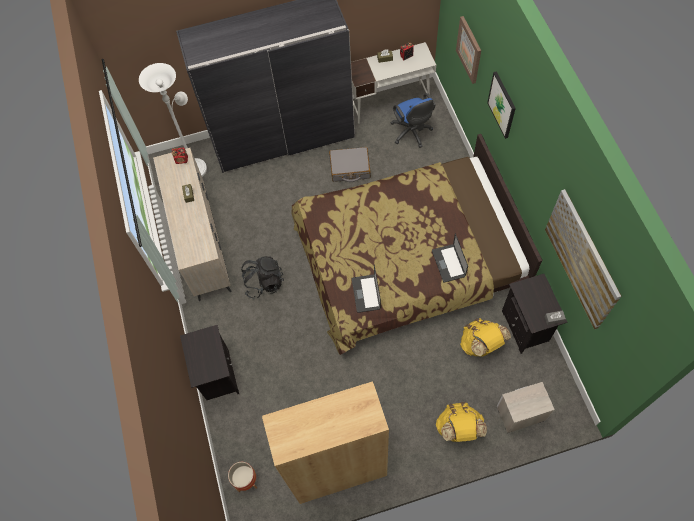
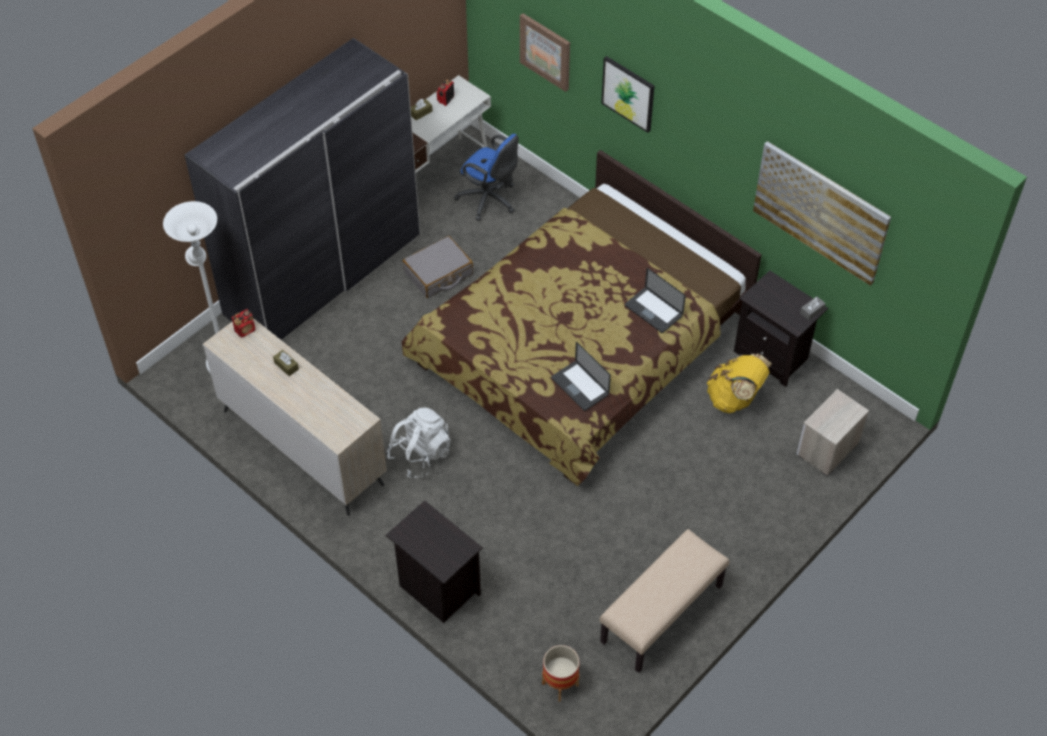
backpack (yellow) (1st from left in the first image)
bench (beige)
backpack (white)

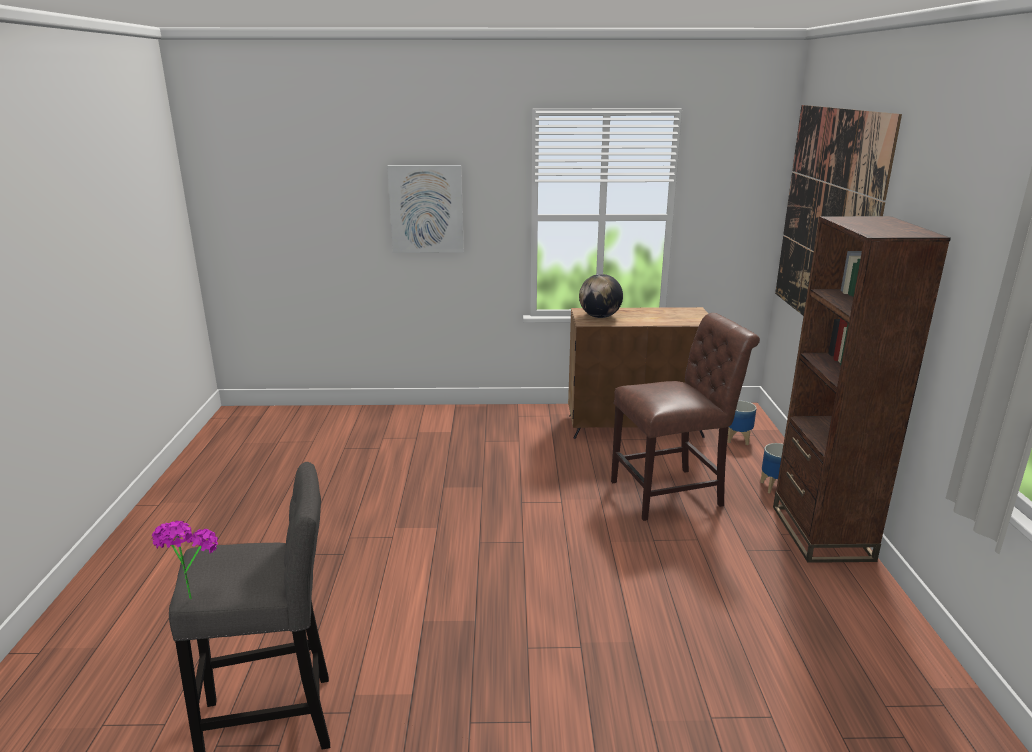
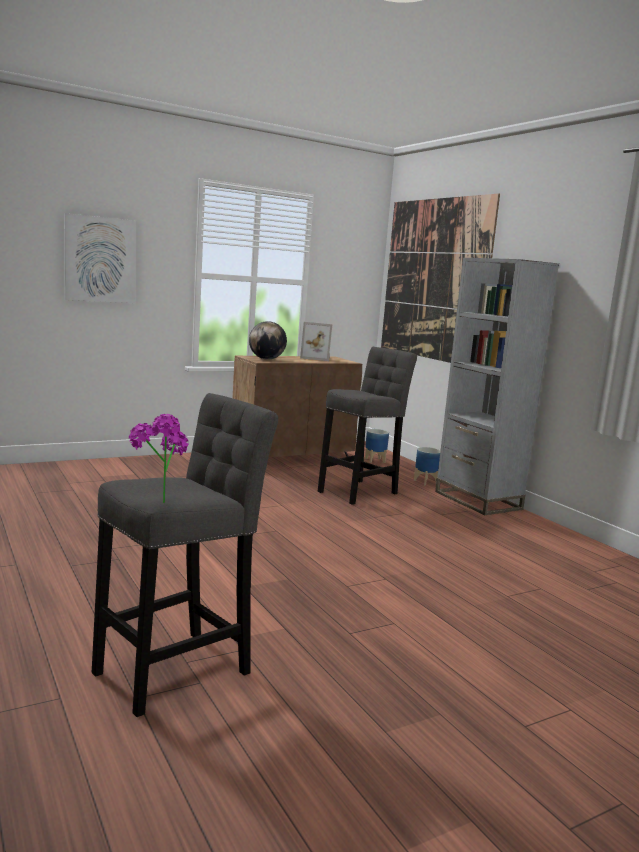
picture frame
stool (grey) (2nd from left)
bookcase (grey)

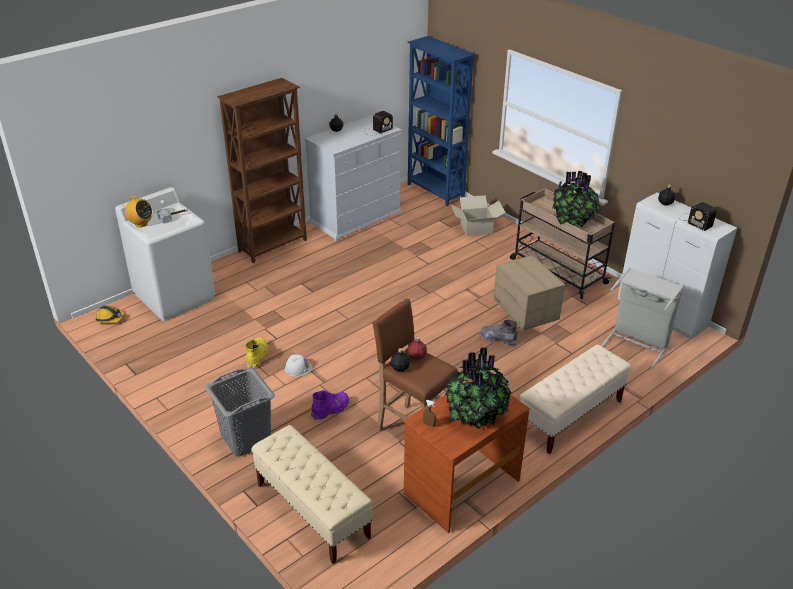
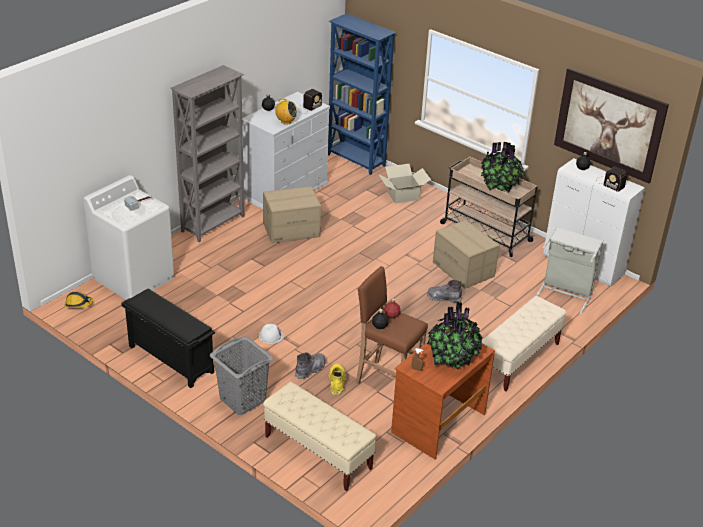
shoe rack (black)
cardboard box (1st from left)
picture
radio (1st from left)
boot (yellow)
bookcase (grey)
boot (grey) (1st from left)

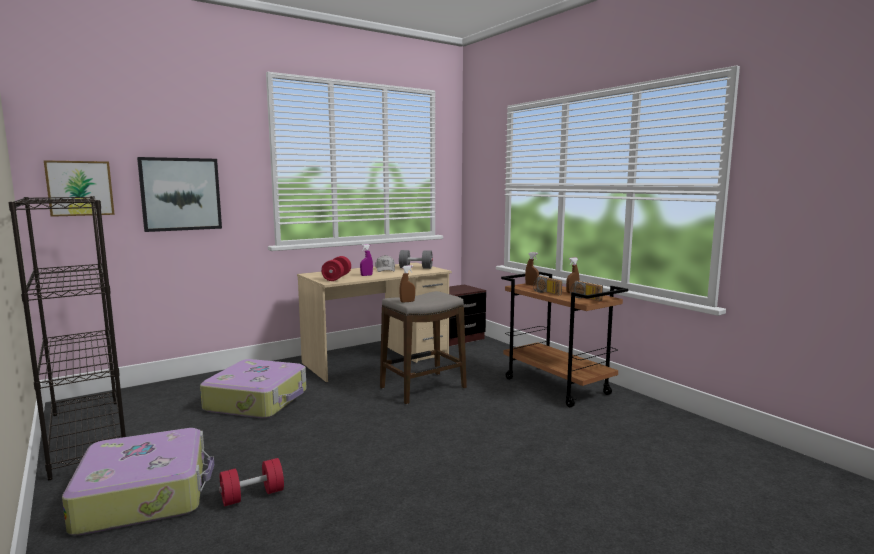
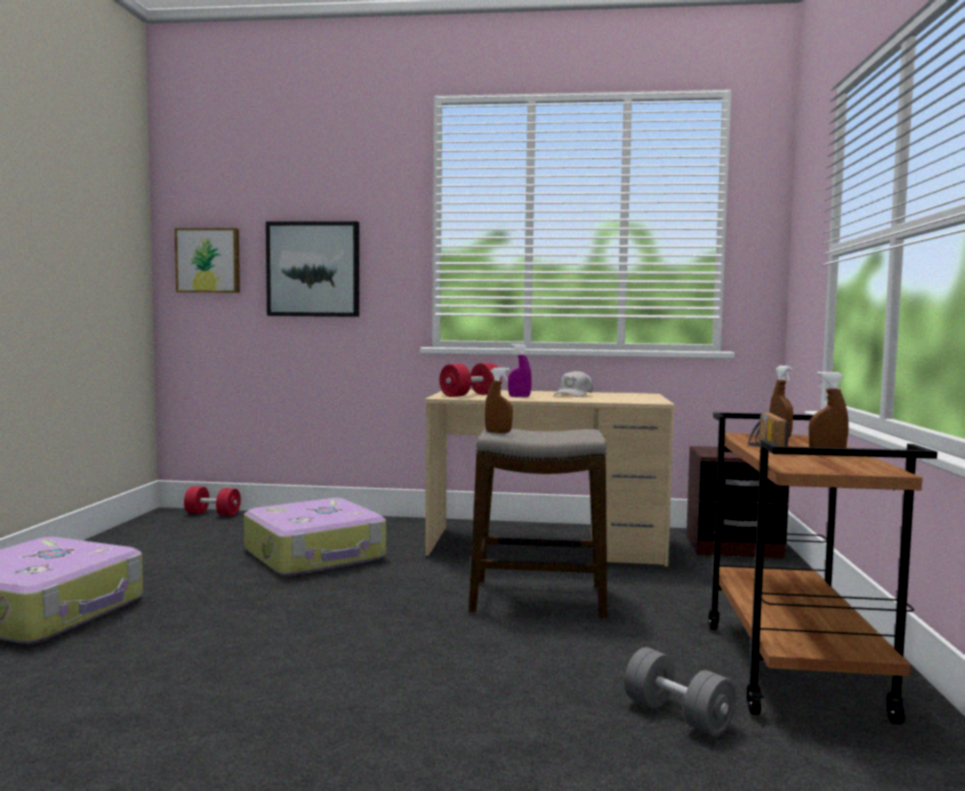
bookcase (black)
radio (2nd from left in the first image)
dumbbell (red) (1st from left)
dumbbell (grey)

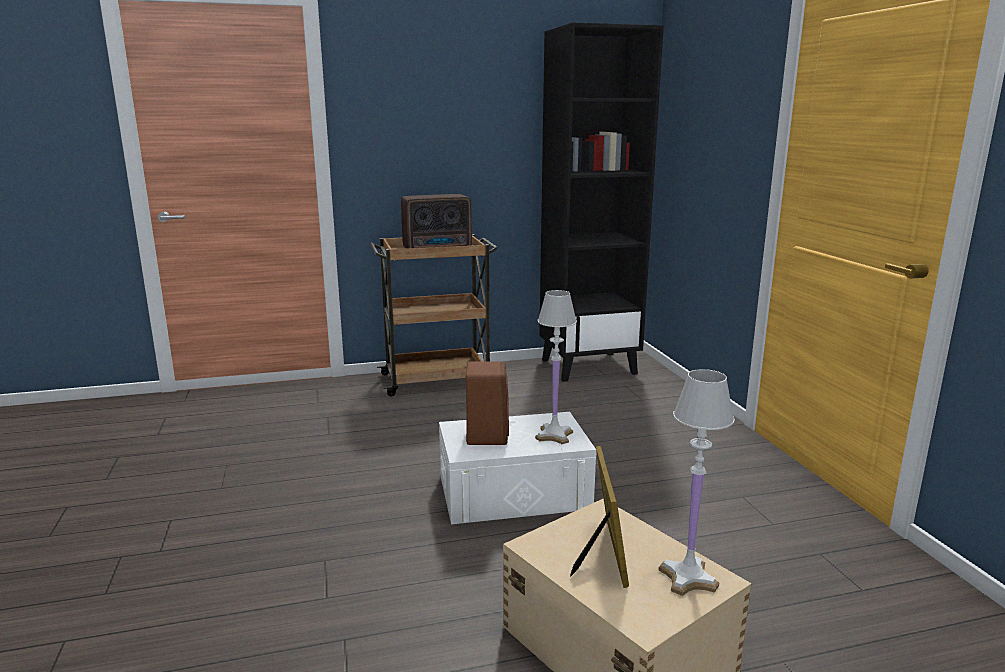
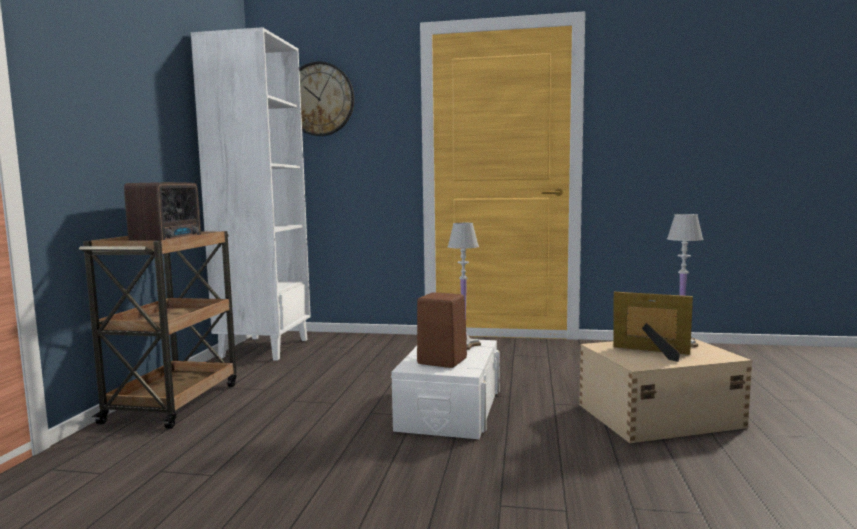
wall clock
bookcase (white)

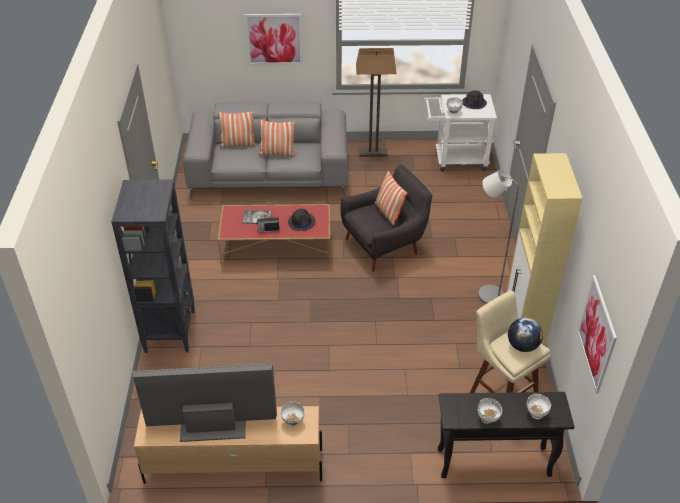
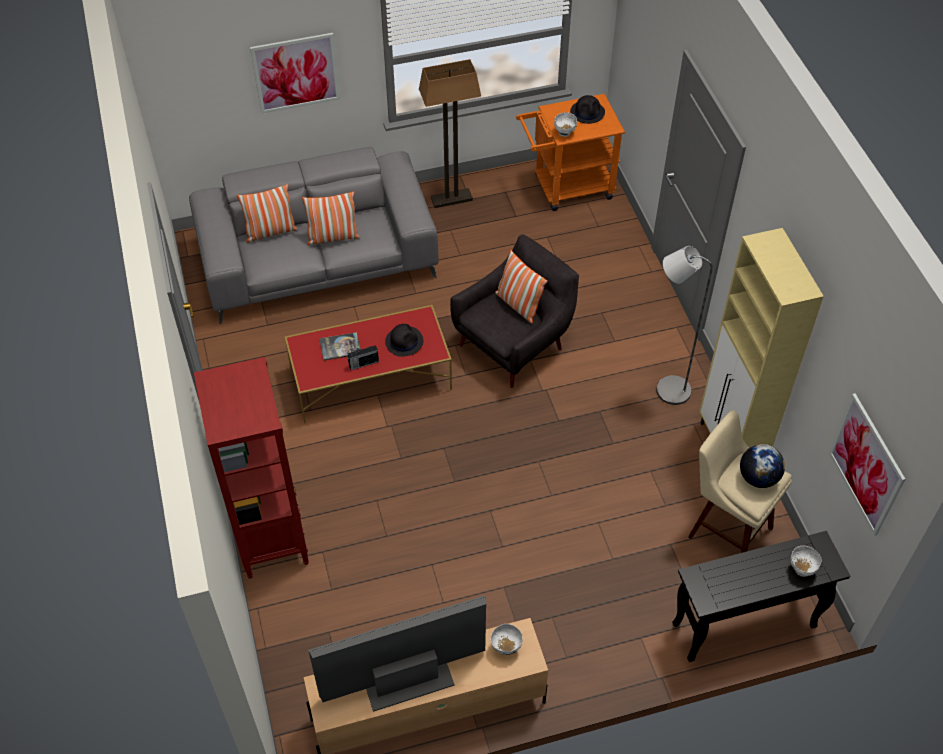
bowl (white) (3rd from left in the first image)
bookcase (red)
cart (orange)

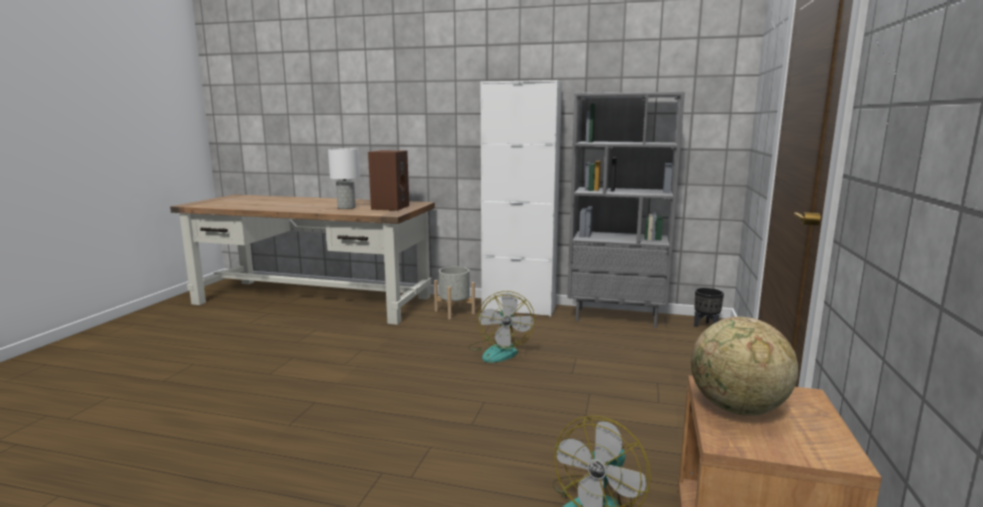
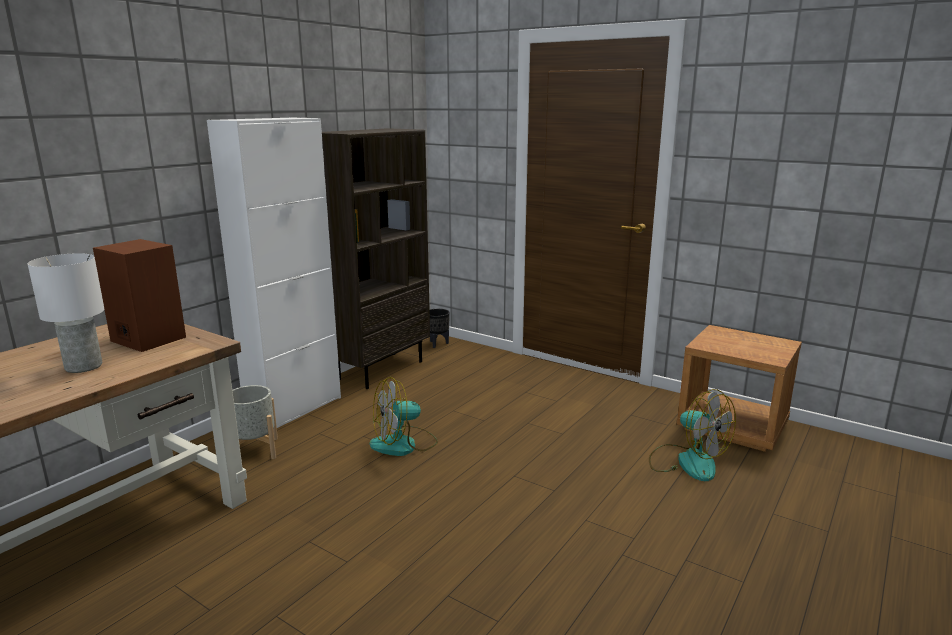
globe
bookcase (brown)
fan (1st from left)

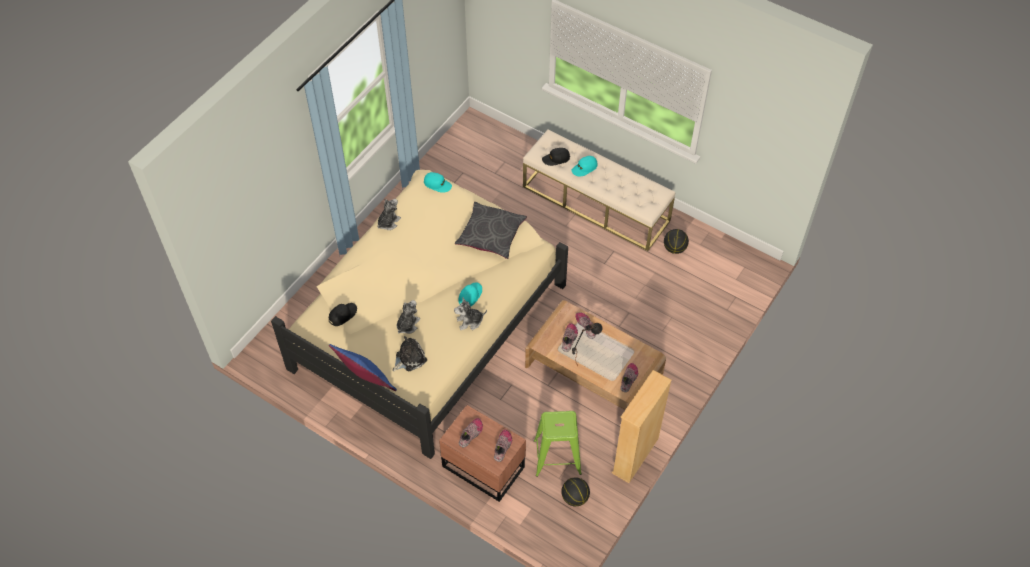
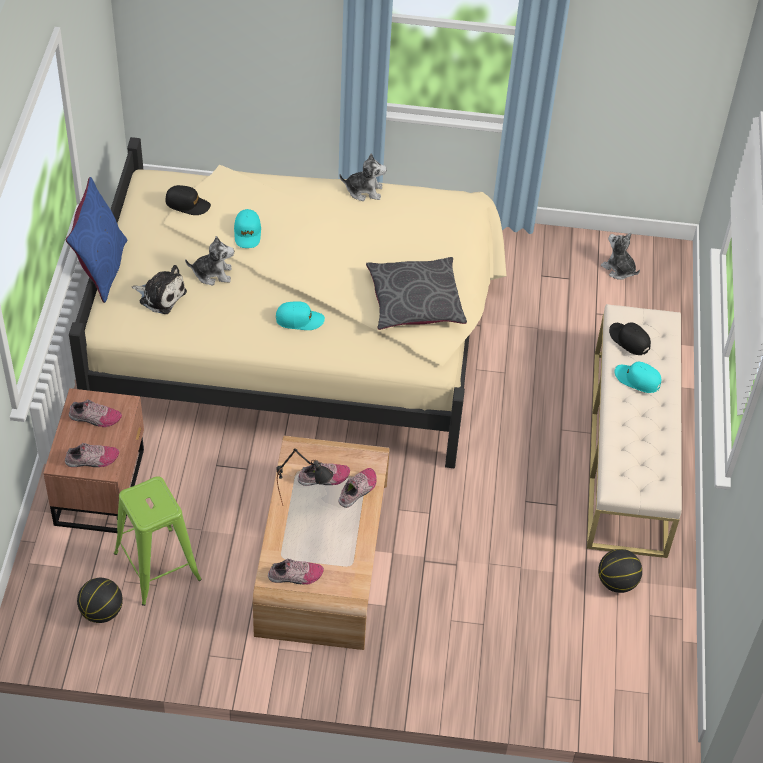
bookcase (beige)
cap (turquoise) (1st from left)
plush toy (4th from left)

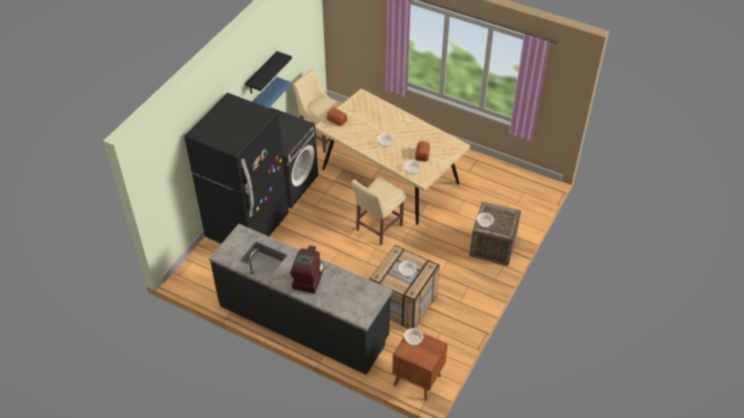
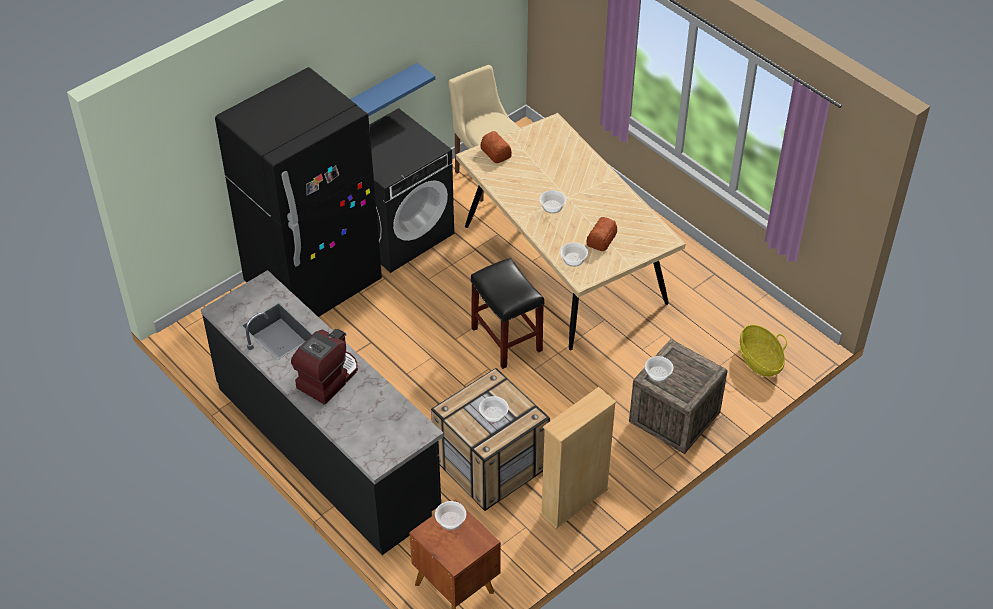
shelf (black)
bookcase (beige)
basket
stool (black)

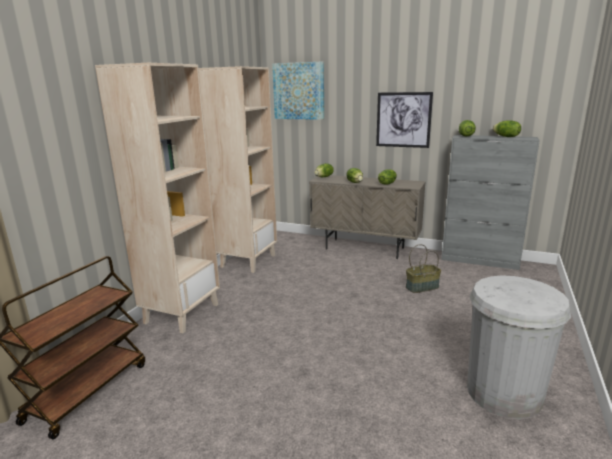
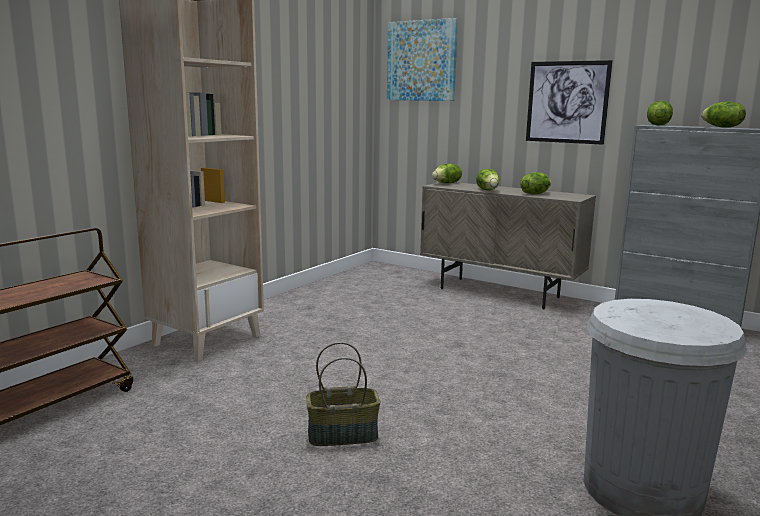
bookcase (beige) (2nd from left in the first image)
basket

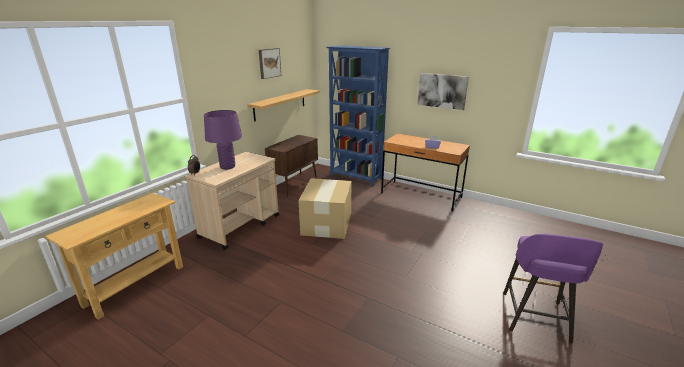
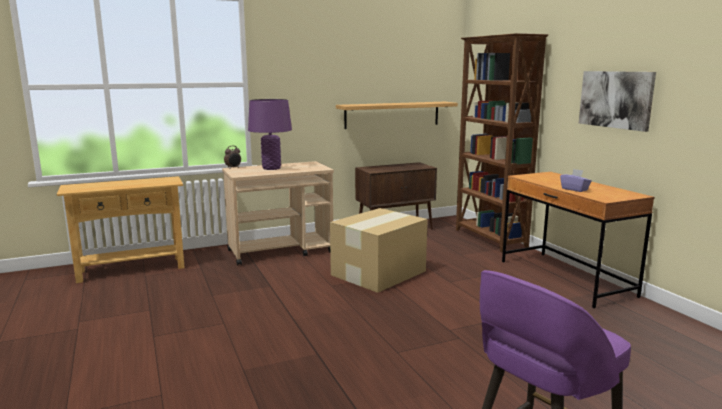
picture (1st from left in the first image)
bookcase (brown)

